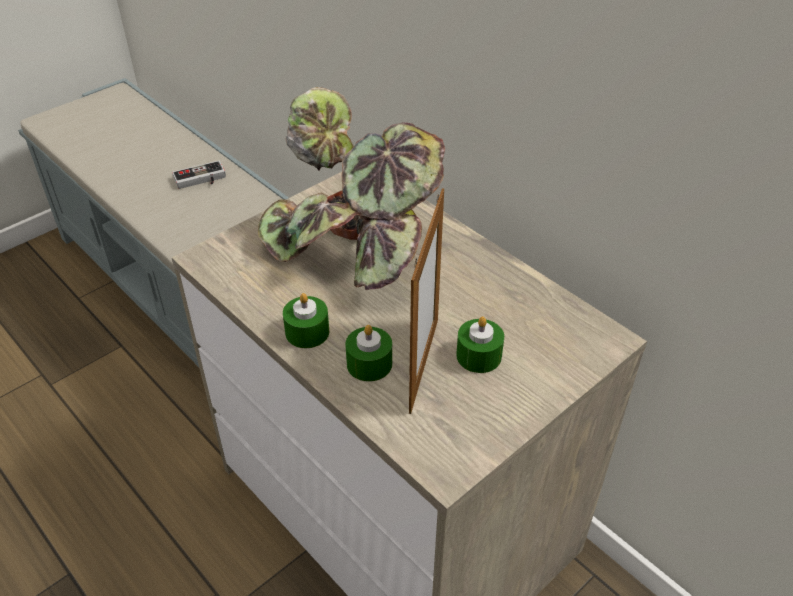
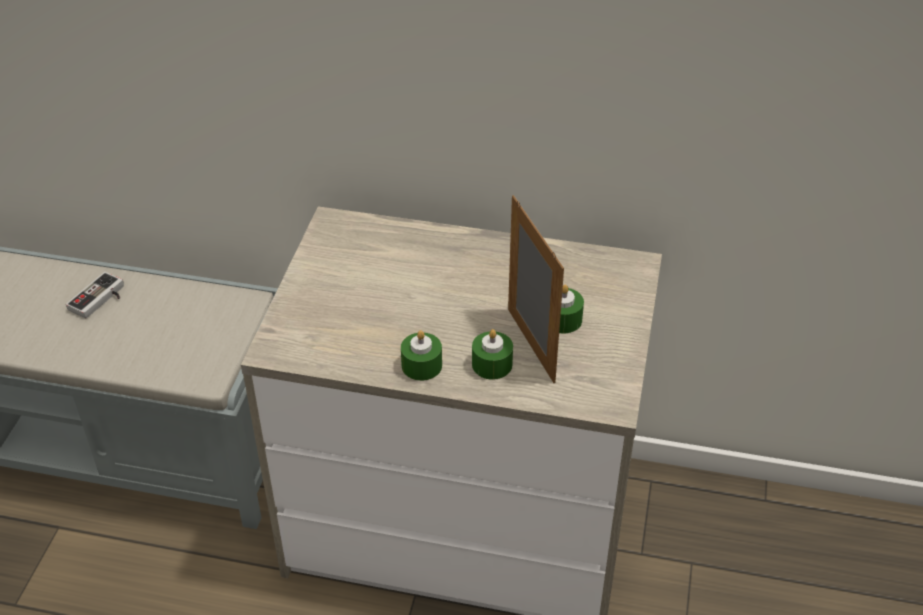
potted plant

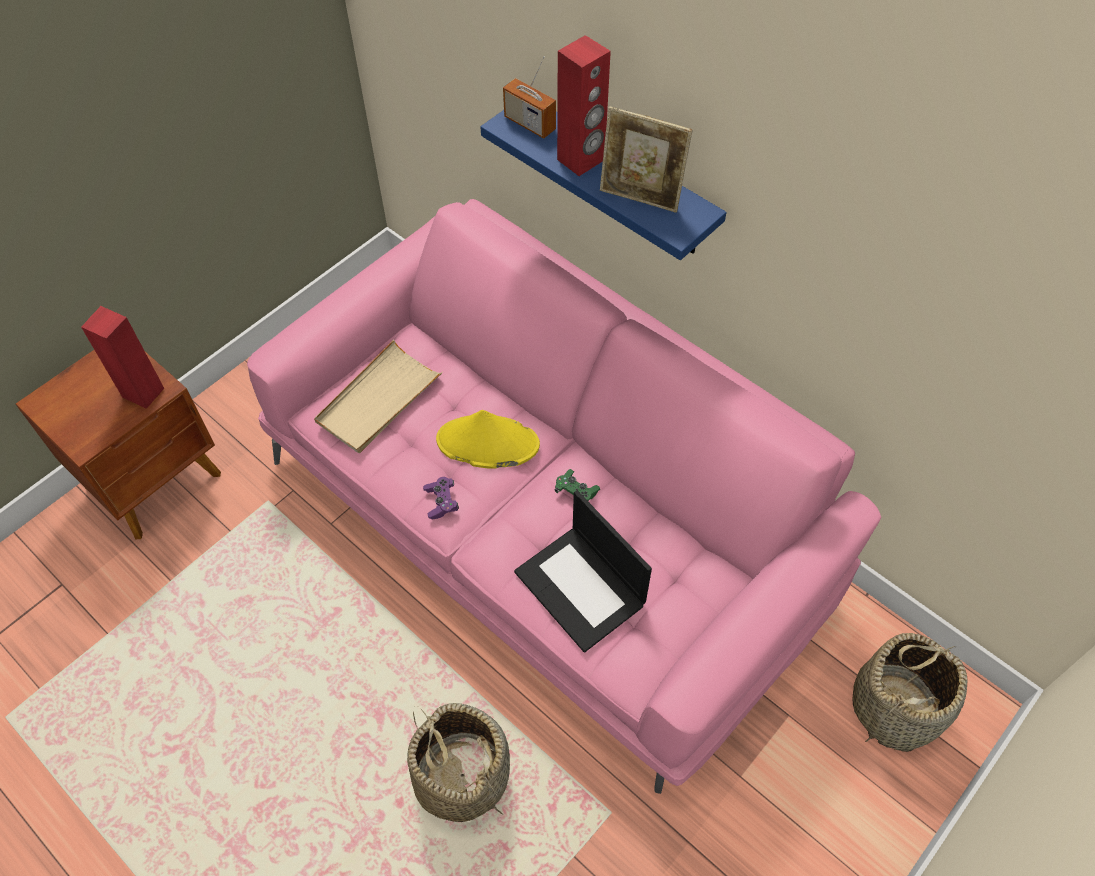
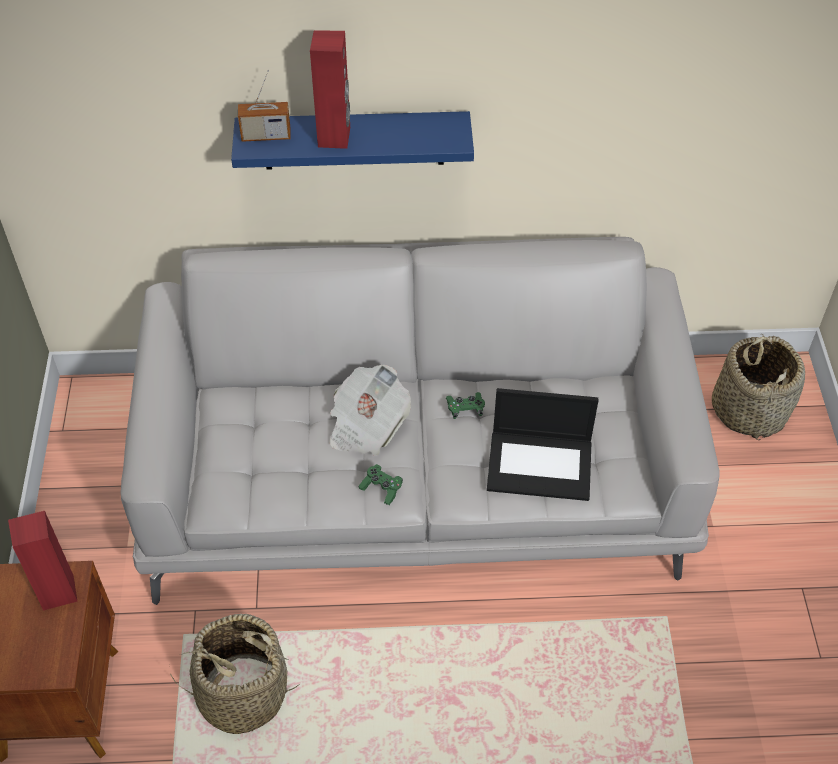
tray (beige)
picture frame
basket (1st from left)
newspaper
sofa (grey)
game controller (green) (1st from left)

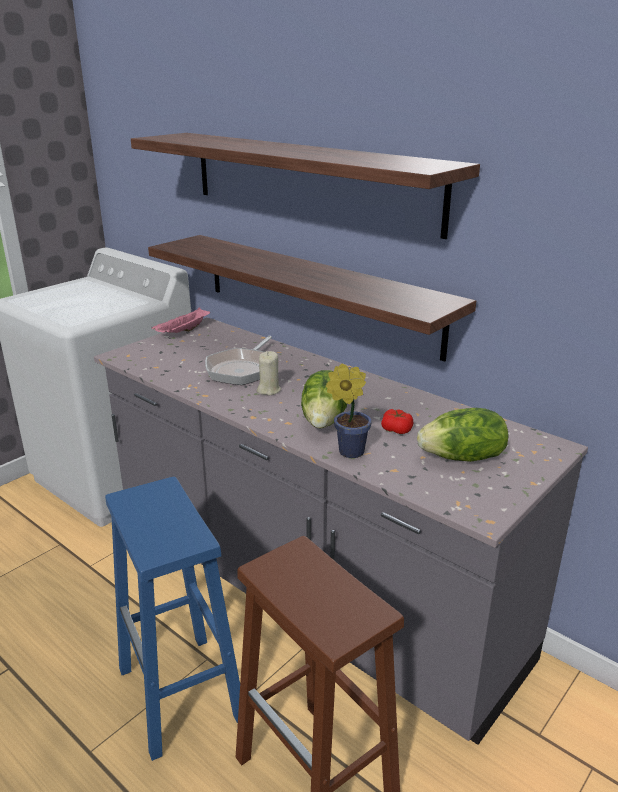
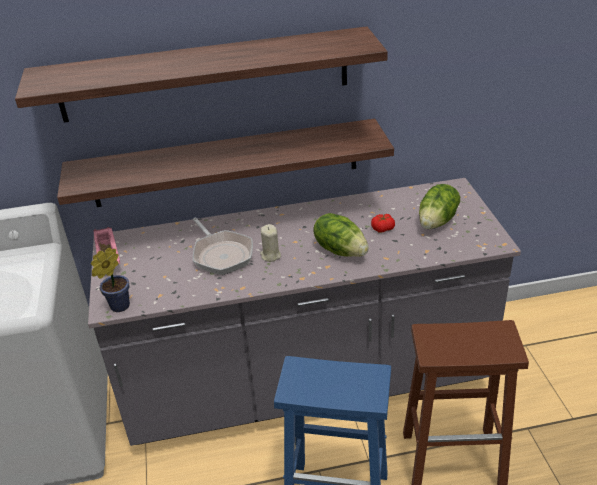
potted plant

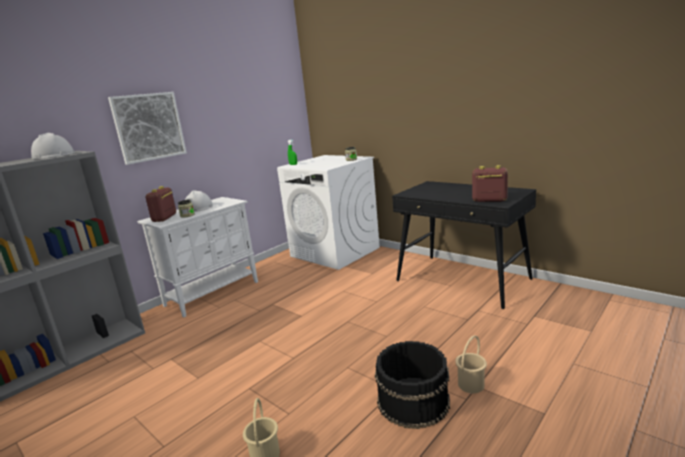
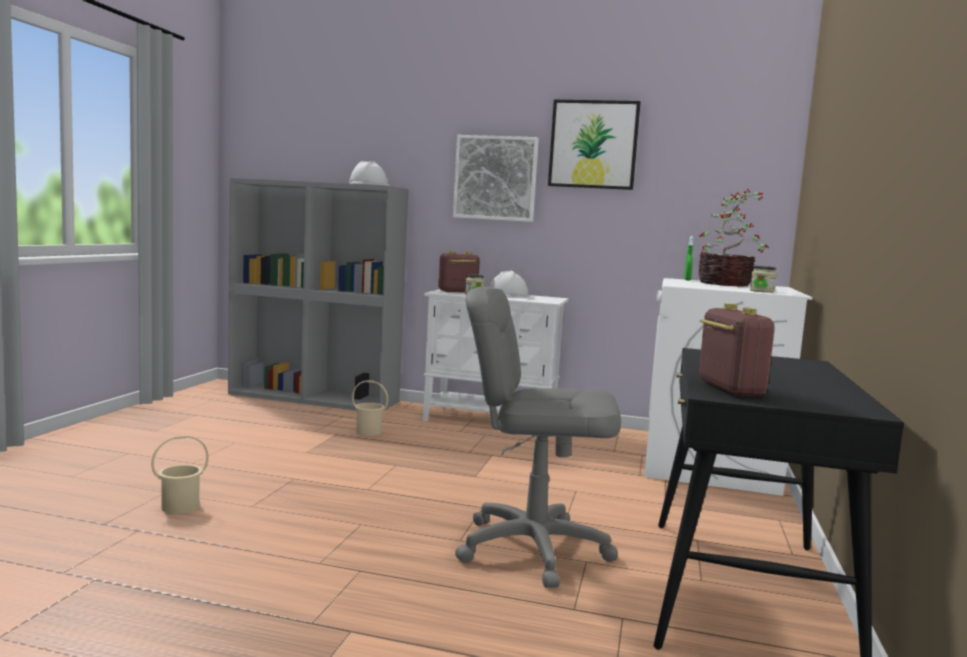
bucket (black)
office chair (grey)
picture (2nd from left)
potted plant
bucket (beige) (2nd from left)

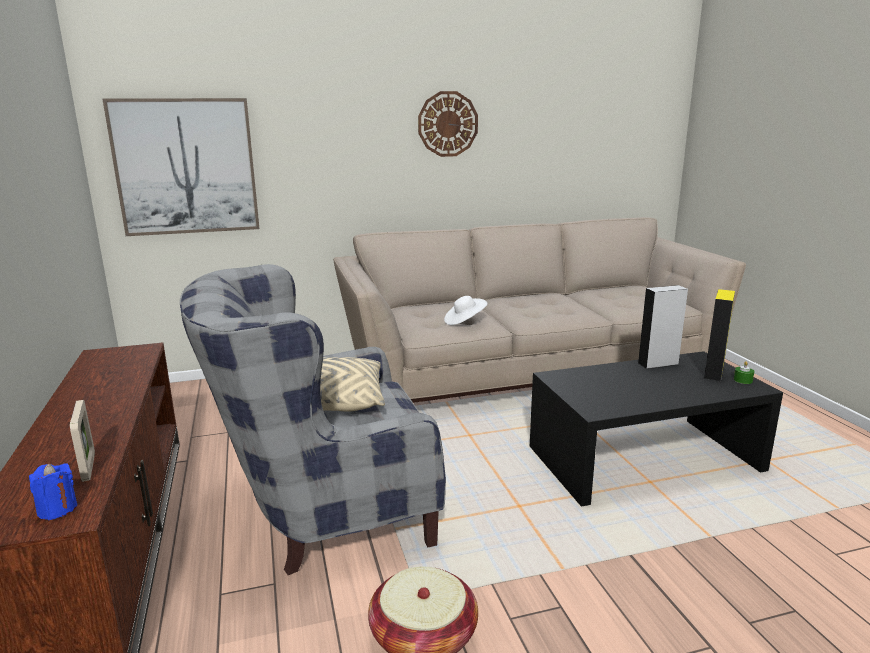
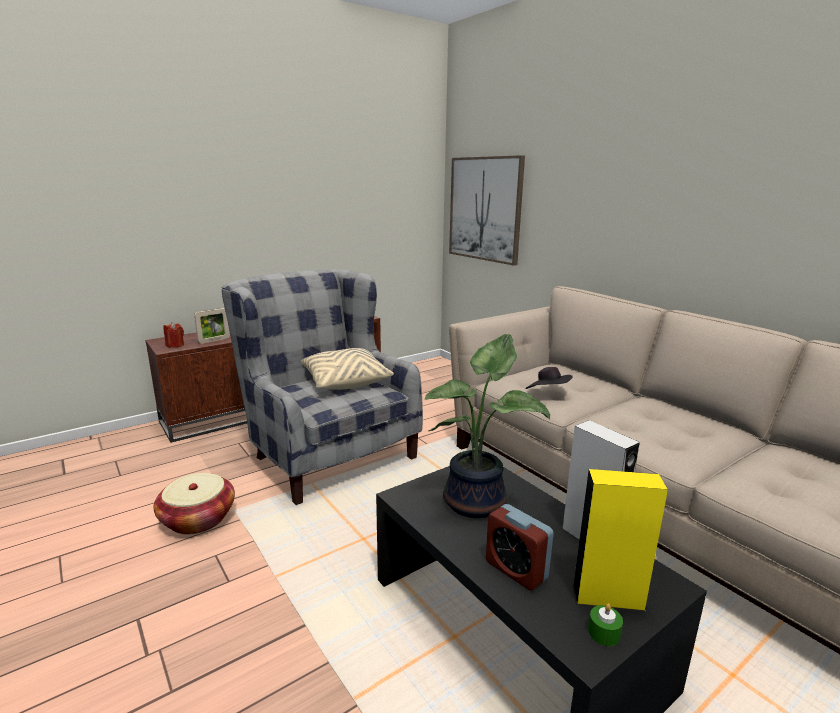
wall clock
potted plant
alarm clock
candle (red)
hat (black)

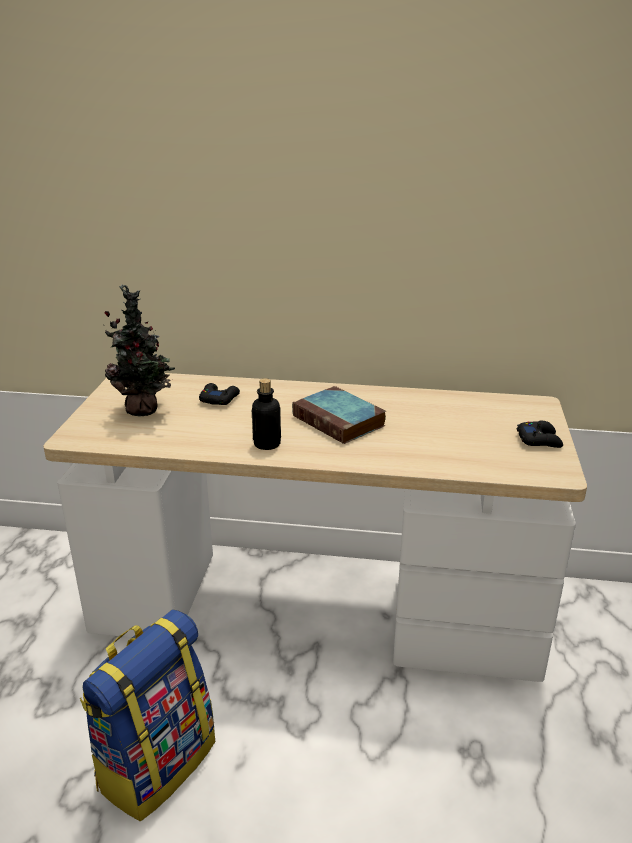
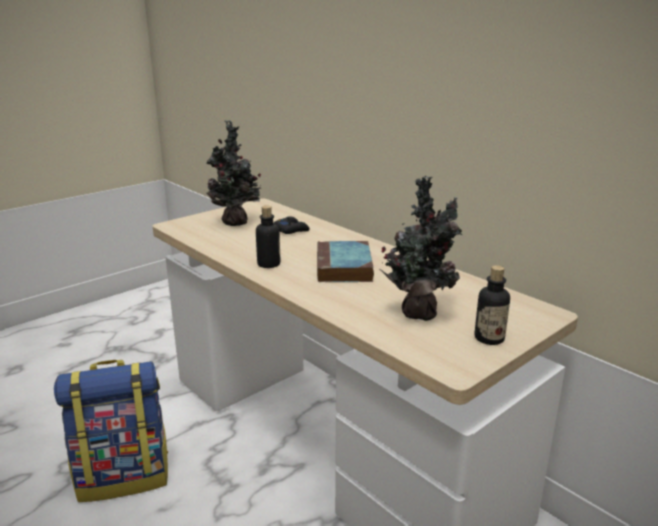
potted plant (2nd from left)
bottle (2nd from left)

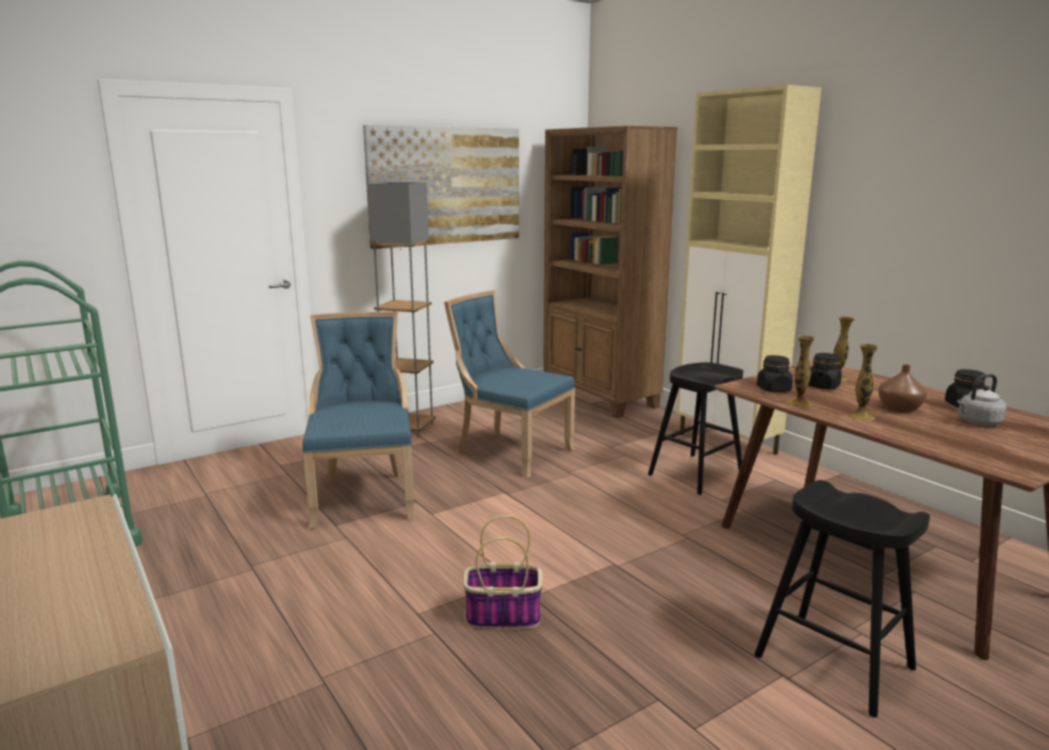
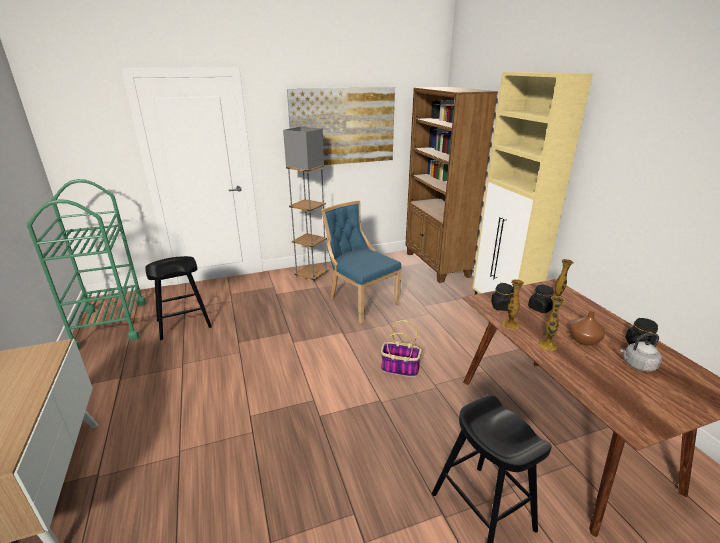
chair (blue) (1st from left in the first image)
basket
stool (black) (1st from left)

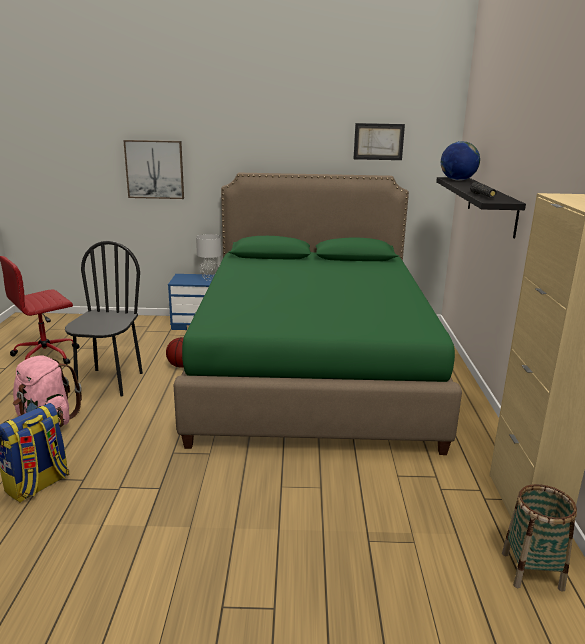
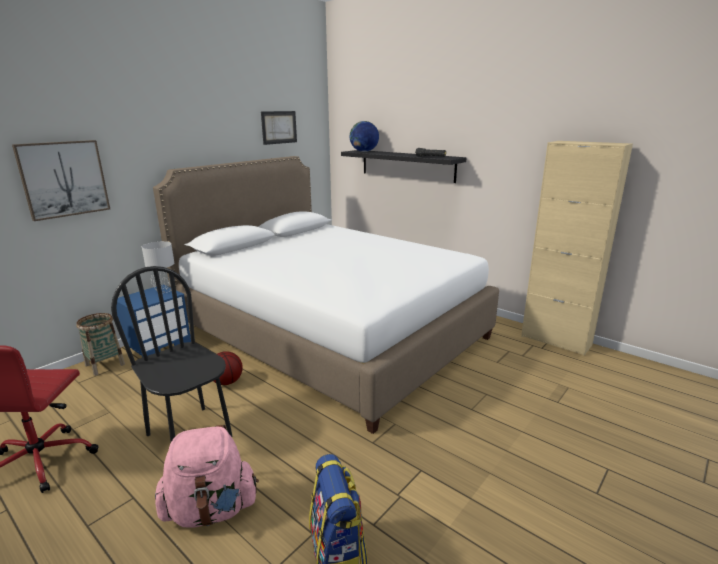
basket
bed (white)

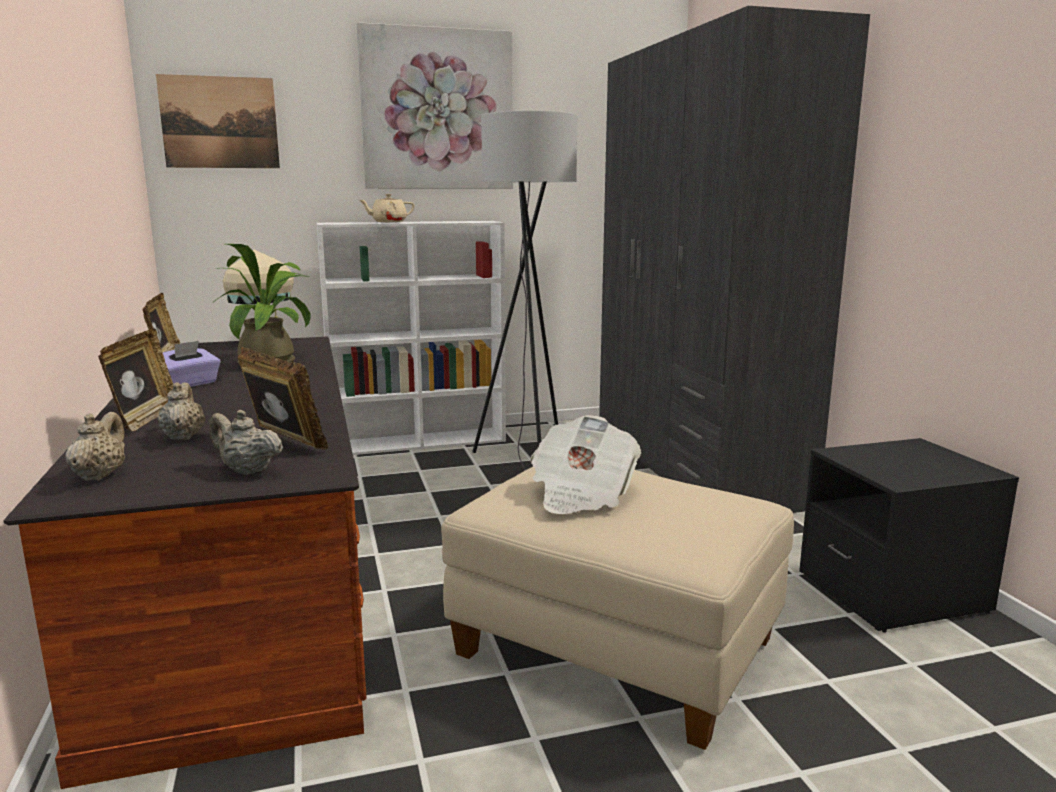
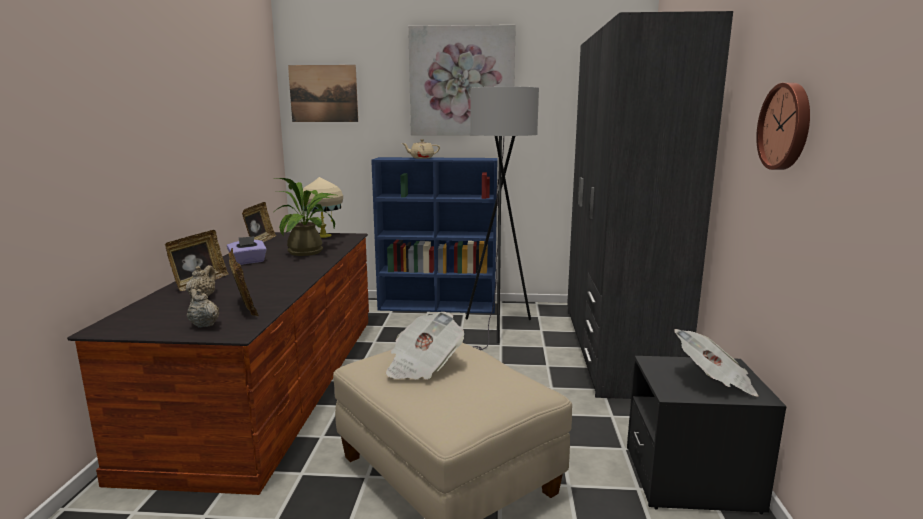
teapot (beige) (1st from left in the first image)
newspaper (2nd from left)
wall clock
bookcase (blue)

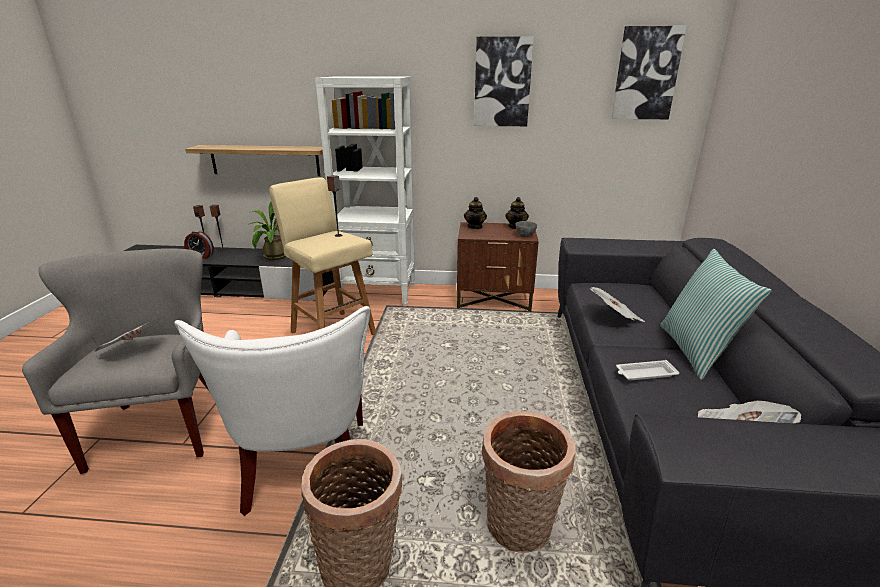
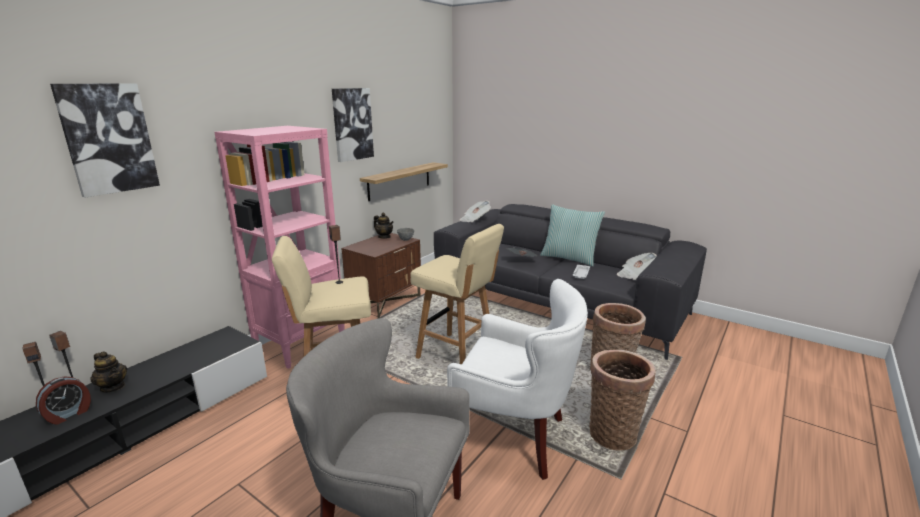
potted plant
stool (beige) (2nd from left)
newspaper (1st from left)
shelf
teapot (1st from left)
picture (1st from left)
bookcase (pink)

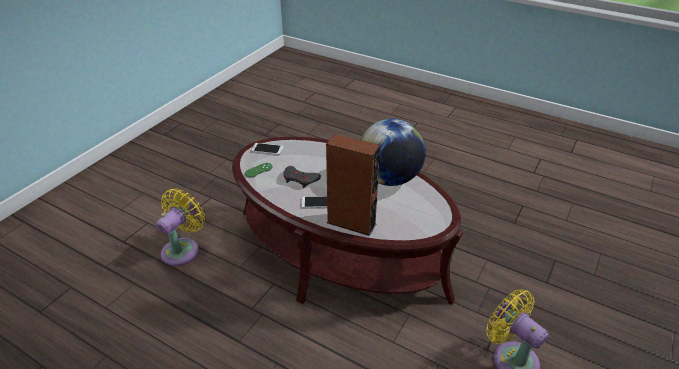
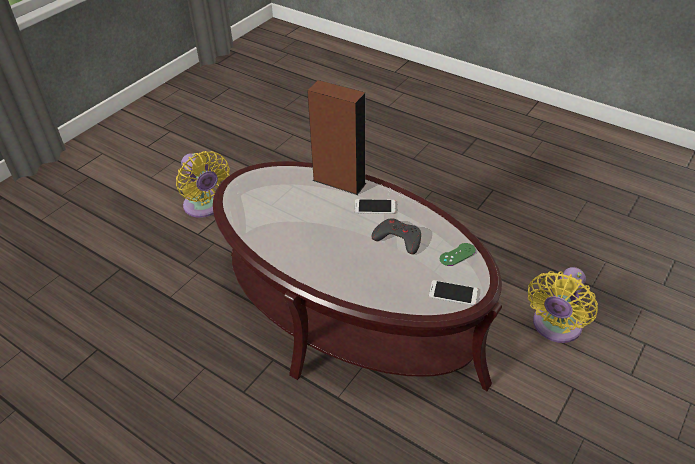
globe

